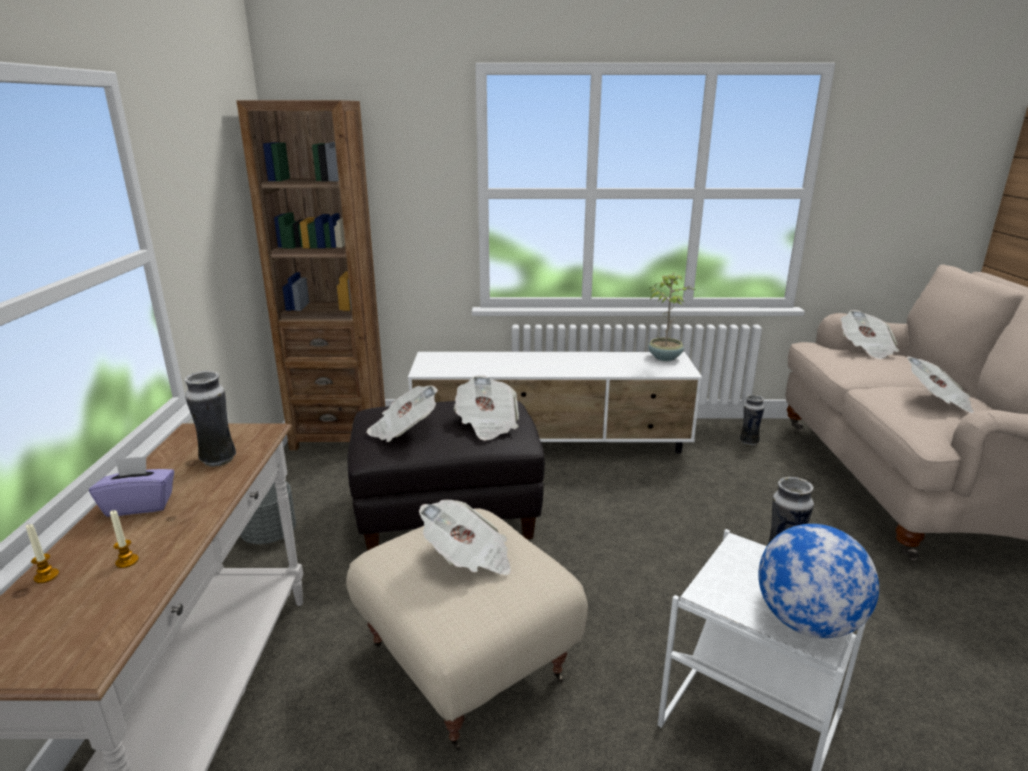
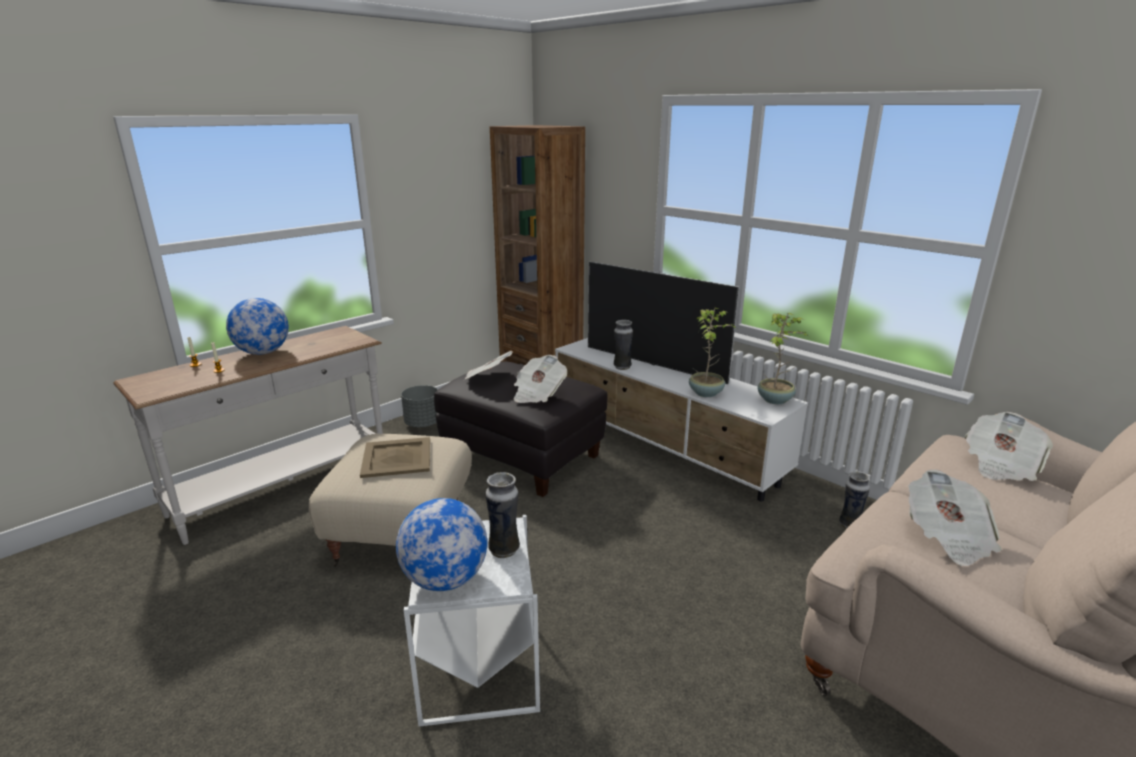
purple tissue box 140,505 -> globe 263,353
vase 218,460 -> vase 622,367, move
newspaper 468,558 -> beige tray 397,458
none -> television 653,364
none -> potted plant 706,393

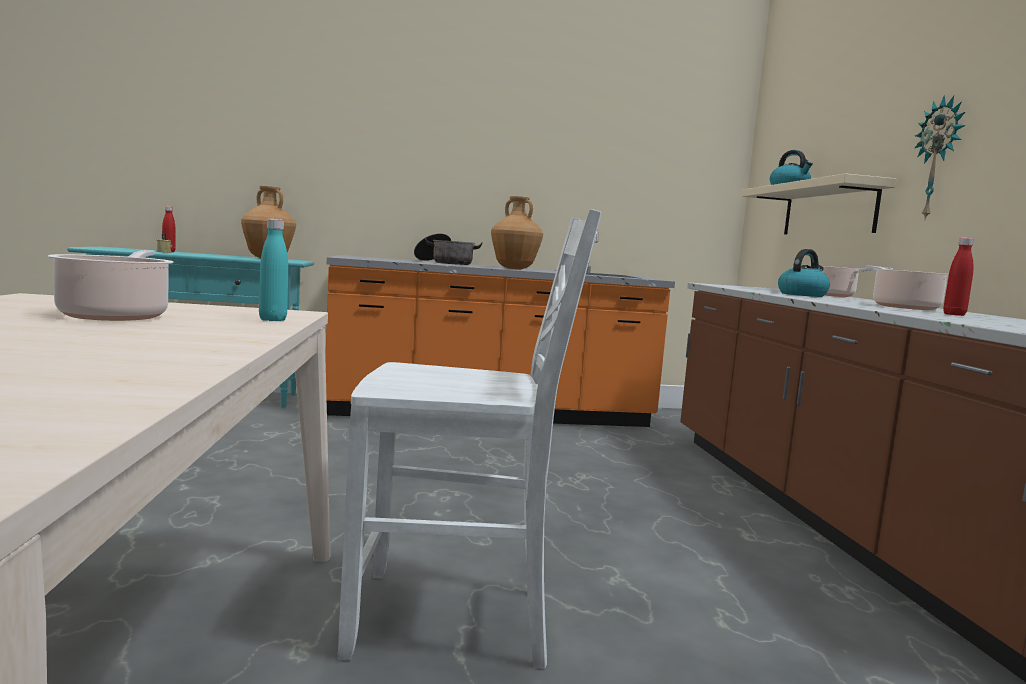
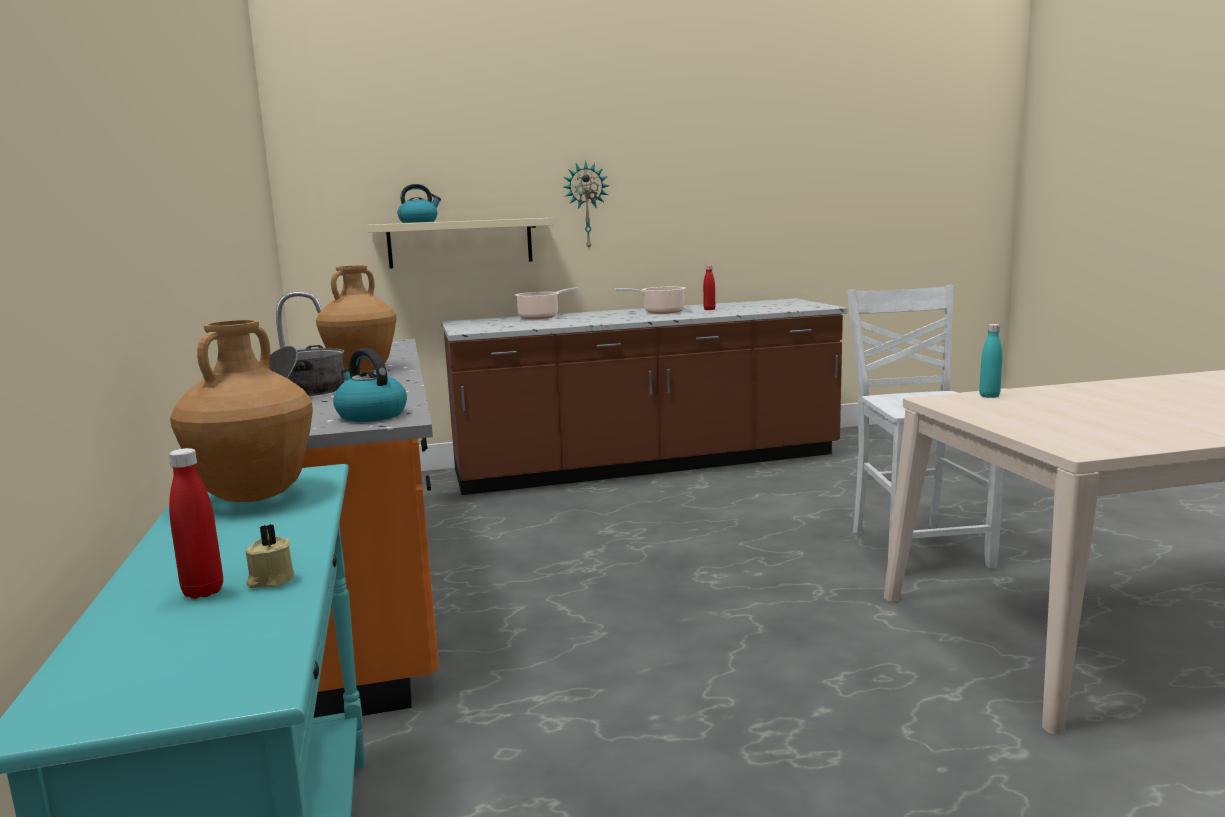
cooking pot 116,315 -> none
kettle 802,295 -> kettle 370,415, move

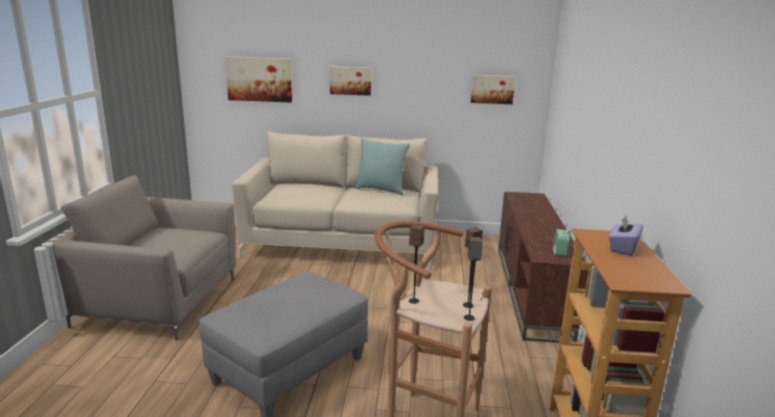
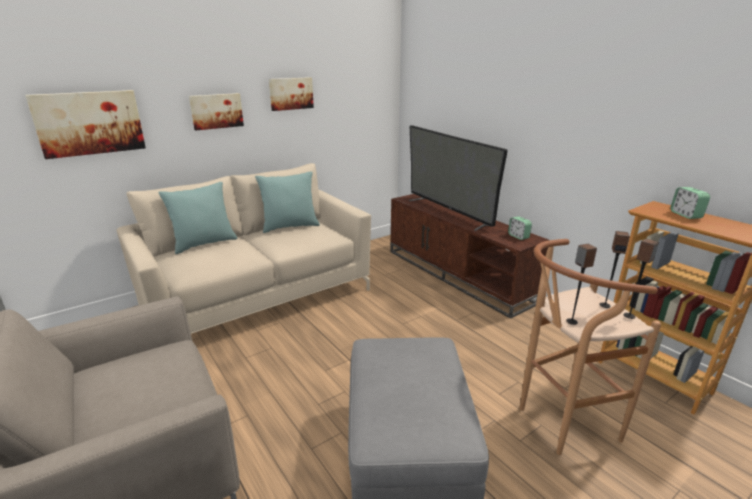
picture 492,89 -> picture 291,93, move
purple tissue box 622,248 -> alarm clock 685,215
none -> turquoise pillow 204,244
none -> television 448,212

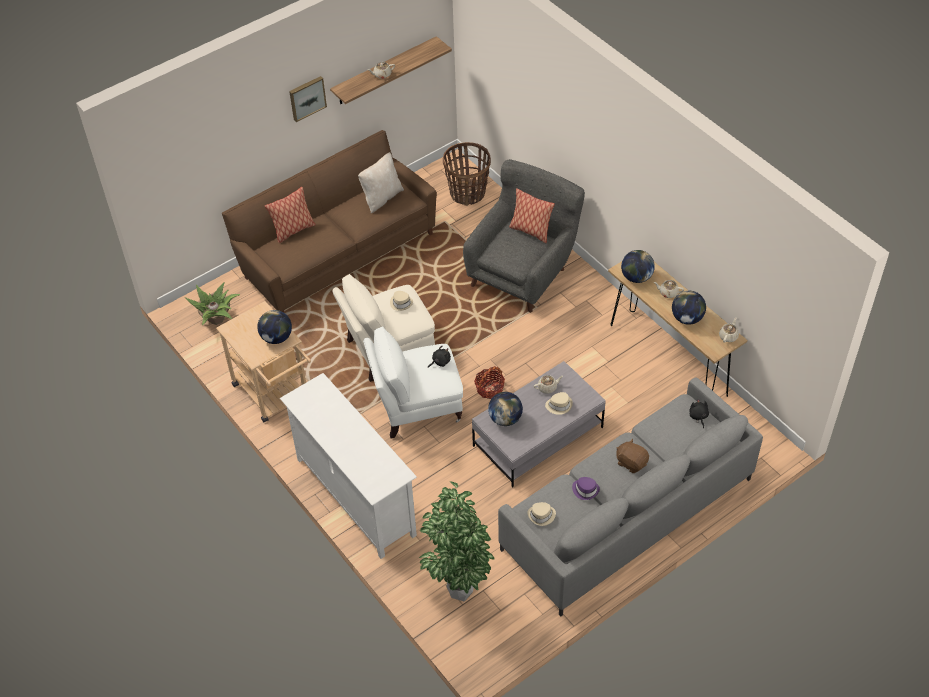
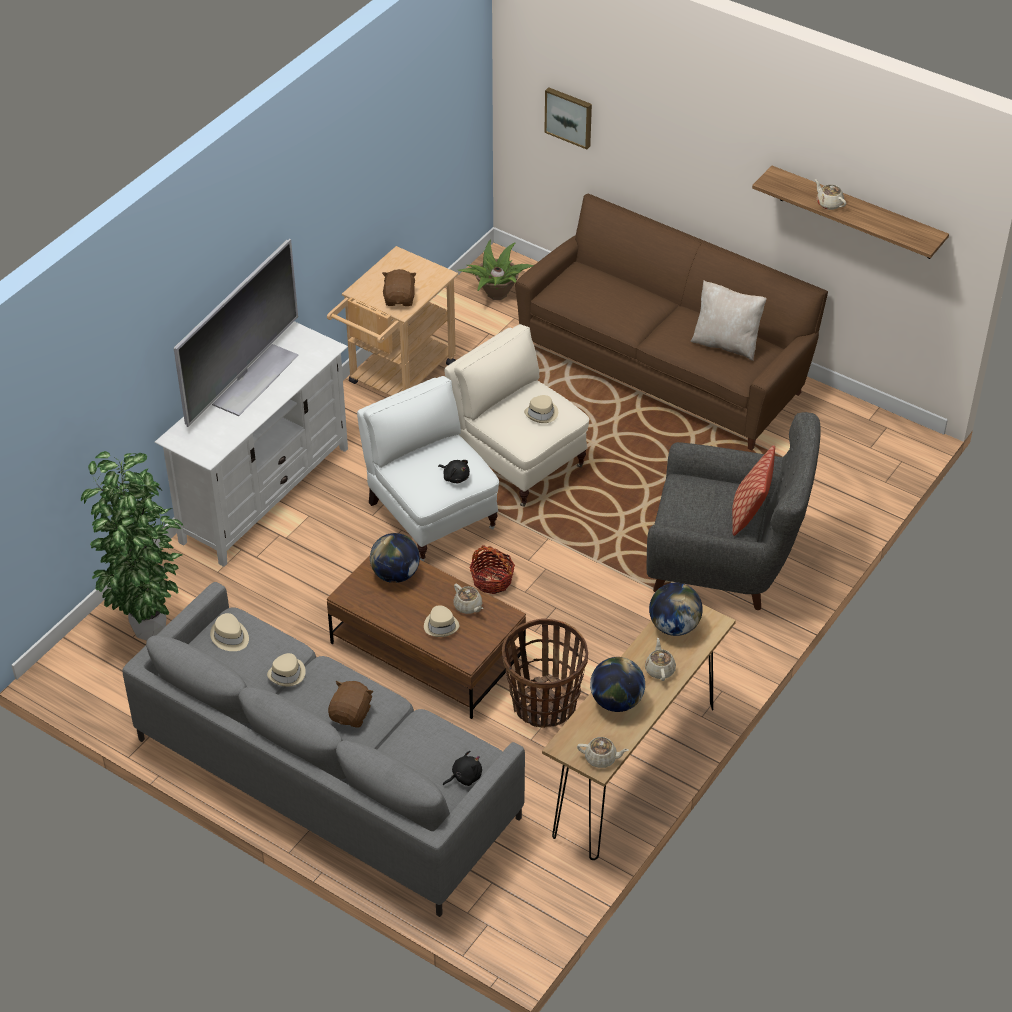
globe 276,338 -> brown plush toy 400,299
pillow 293,230 -> none
picture 307,98 -> picture 569,117, move
basket 467,193 -> basket 544,704, move
grey coffee table 538,437 -> brown coffee table 427,651
purple hat 585,490 -> beige hat 287,674
none -> television 253,379

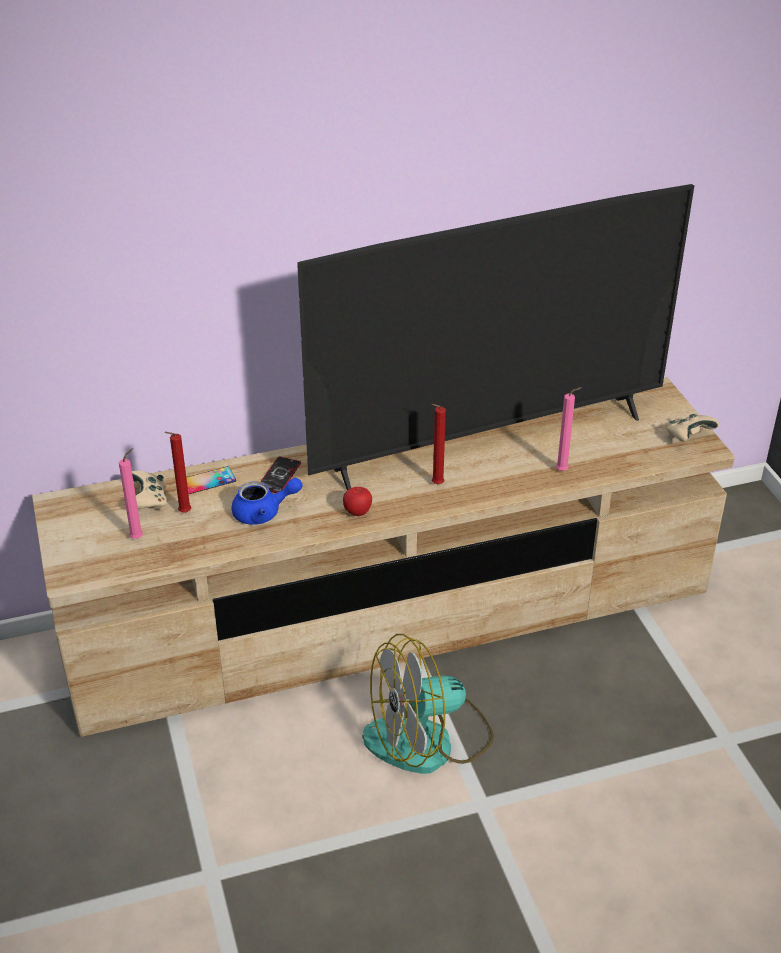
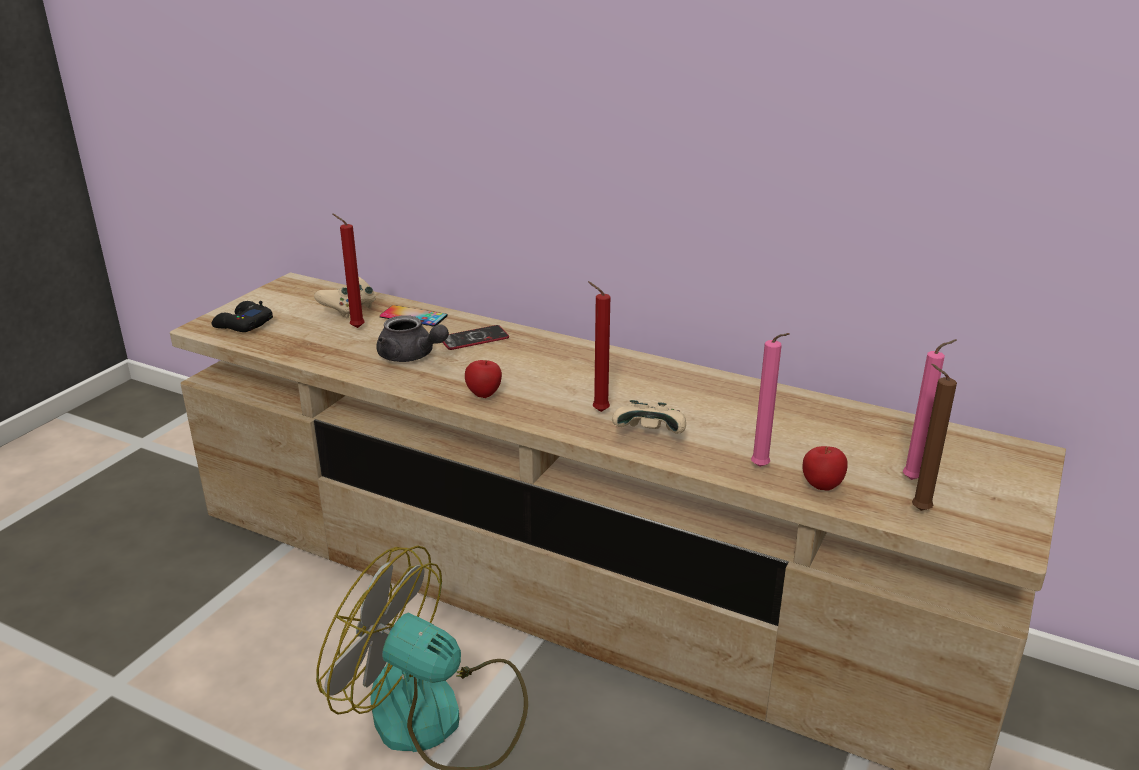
pink candle 139,537 -> pink candle 915,480, move
blue teapot 264,513 -> grey teapot 411,356
television 489,443 -> none
beige game controller 688,437 -> beige game controller 650,434, move
none -> black game controller 243,324
none -> apple 821,486
none -> brown candle 917,510

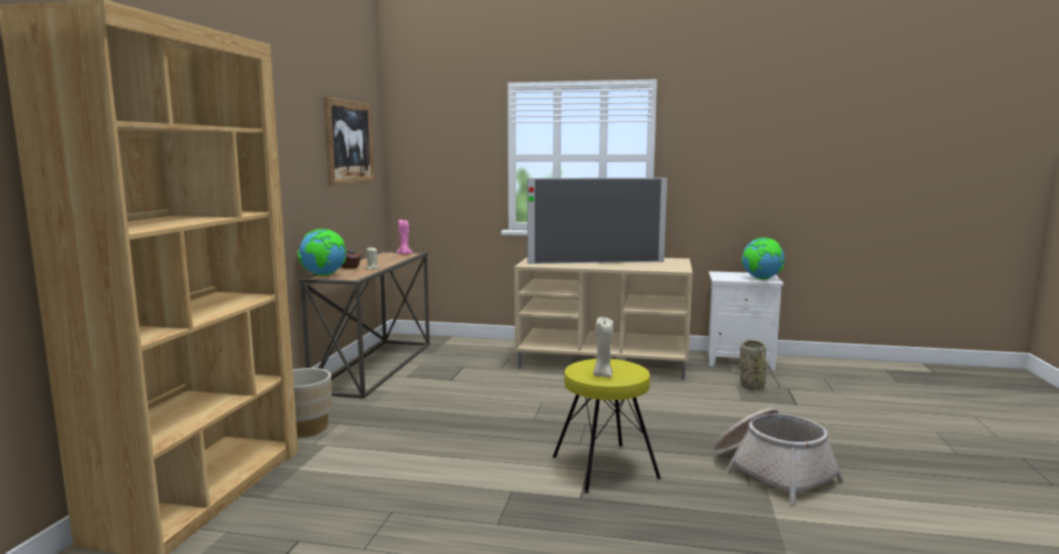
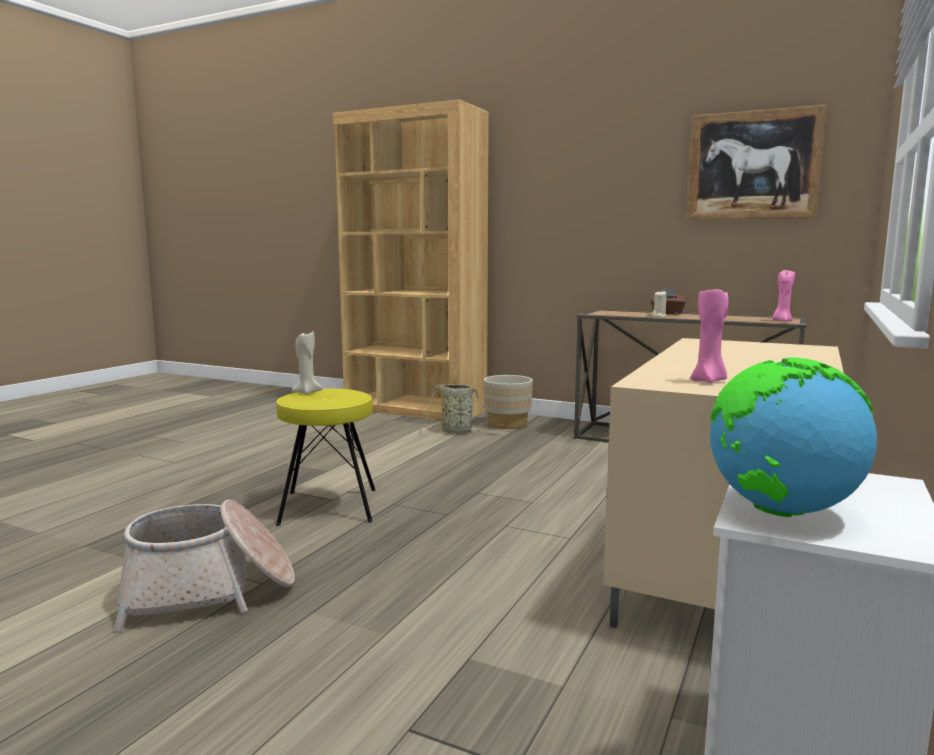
globe 324,275 -> none
television 596,262 -> none
basket 751,386 -> basket 459,432, move
none -> pink candle 709,381

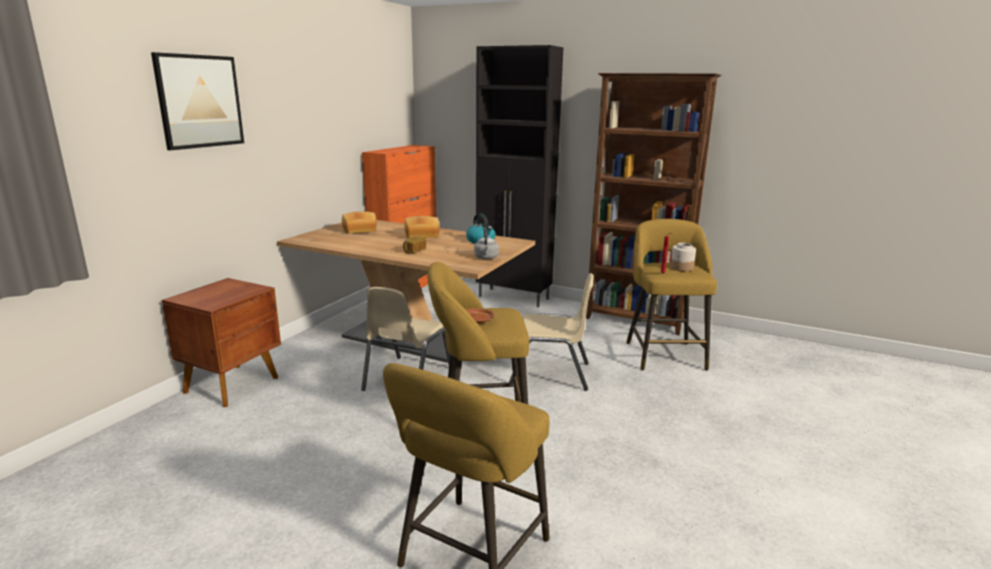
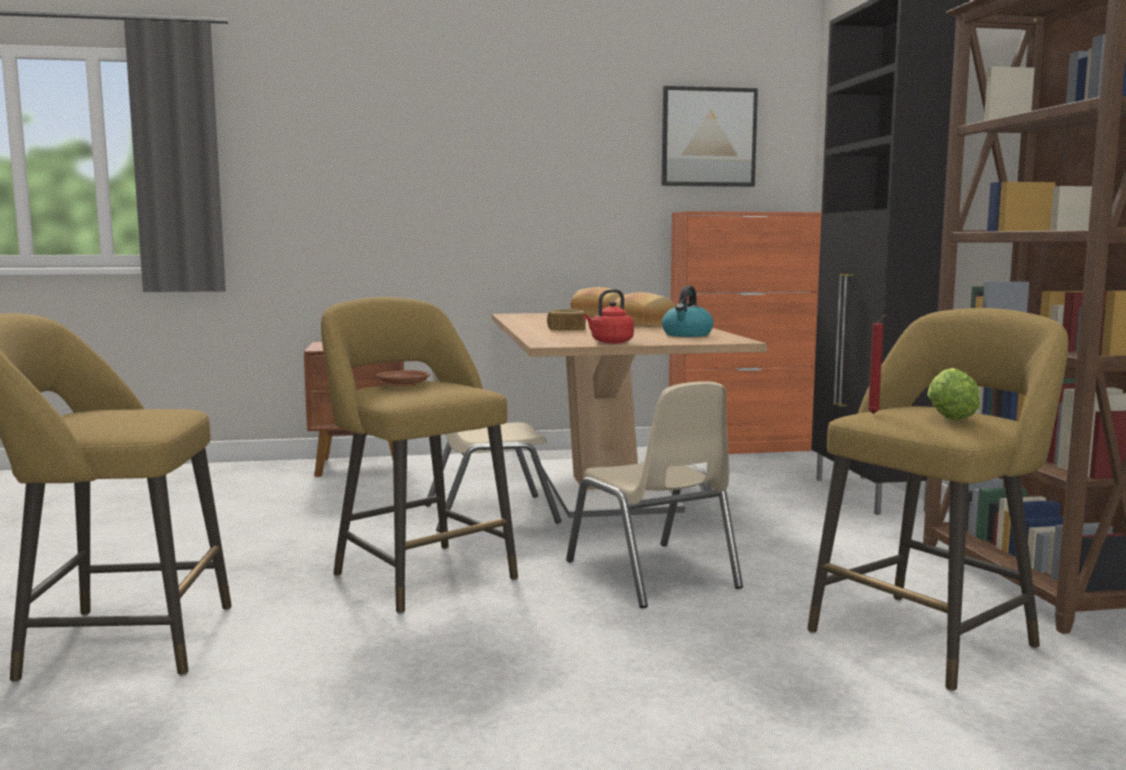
picture 200,101 -> picture 708,137, move
grey kettle 486,258 -> red kettle 610,342
jar 681,268 -> lettuce 948,416

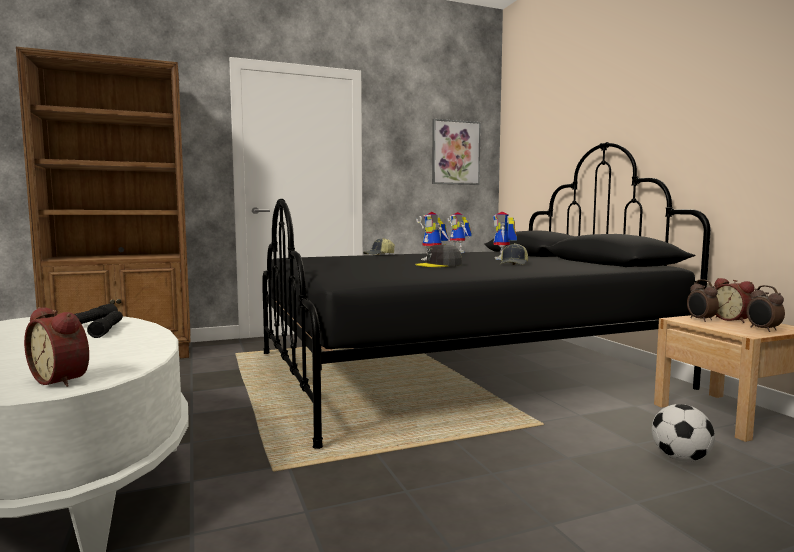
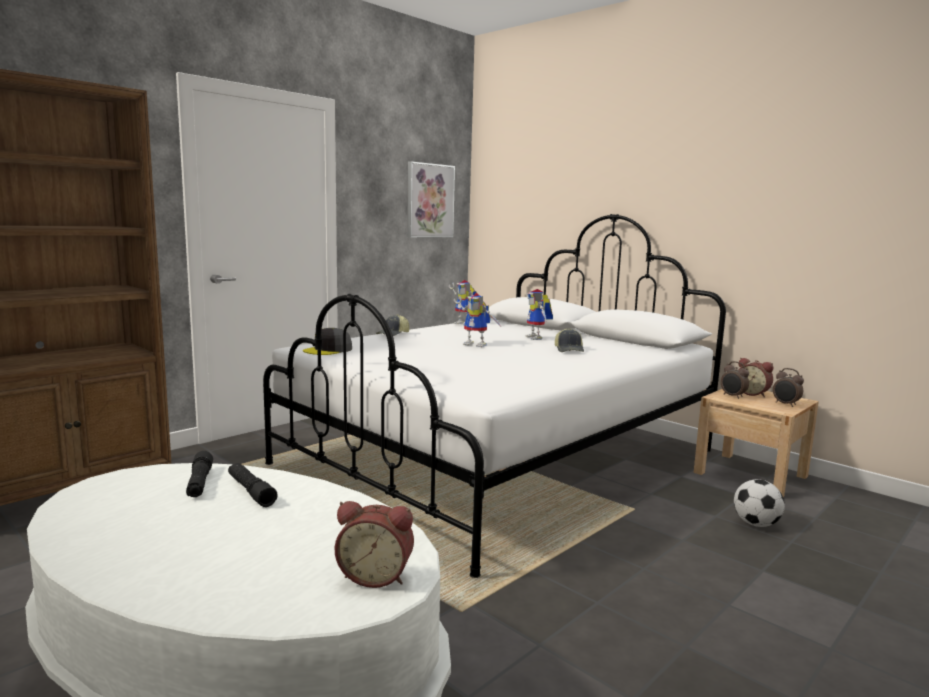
black bed 458,370 -> white bed 501,458
grey cap 439,265 -> grey cap 328,350, move

